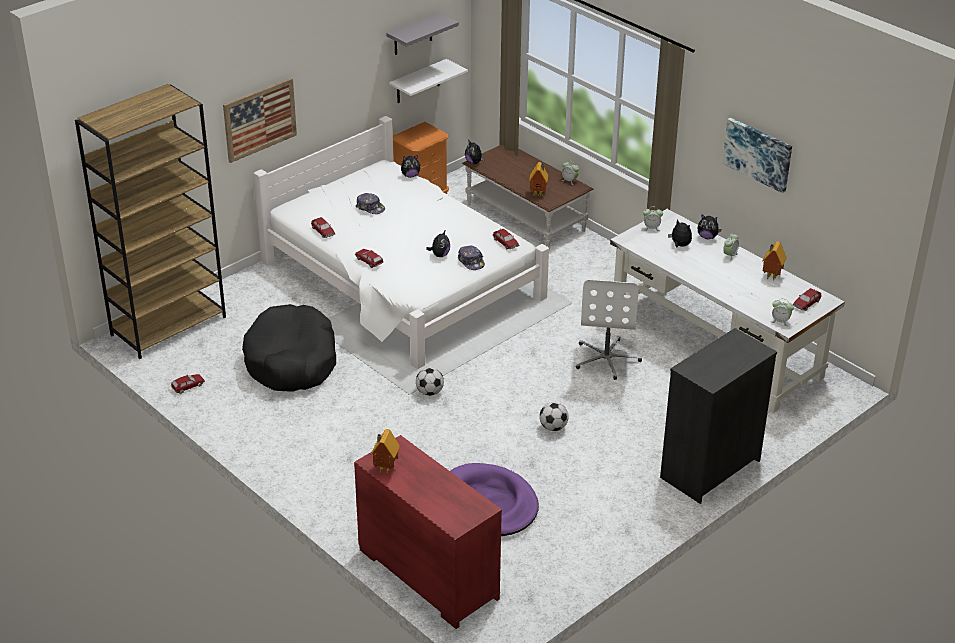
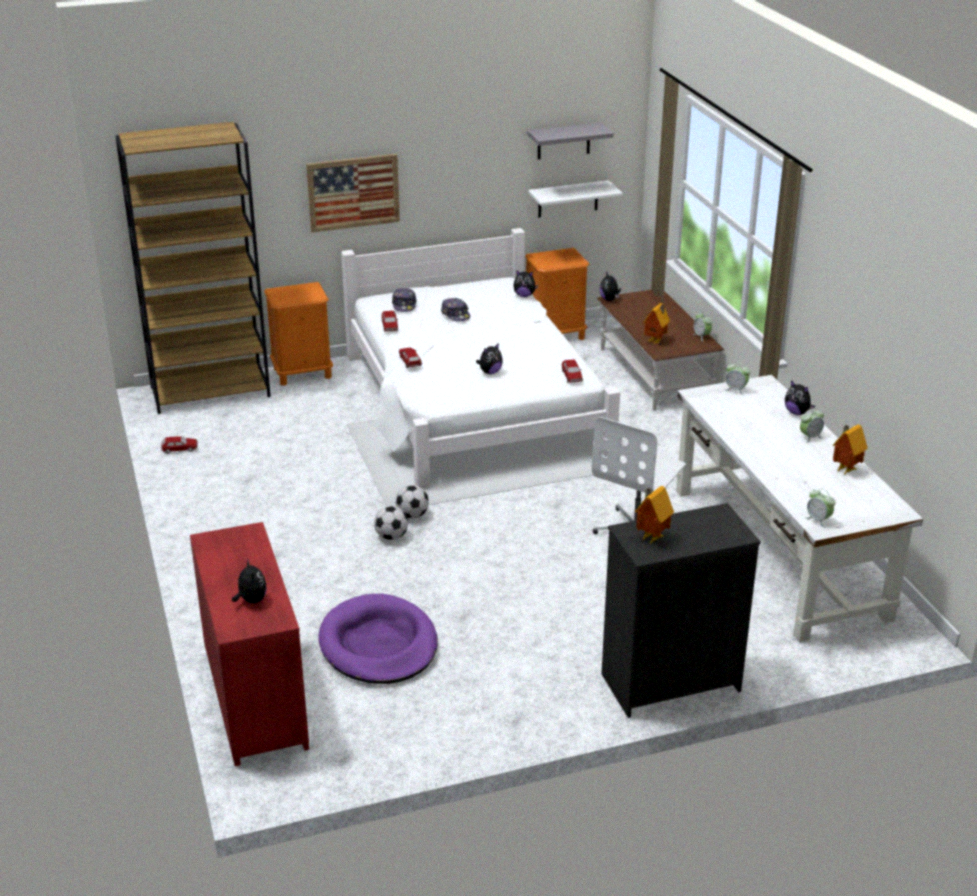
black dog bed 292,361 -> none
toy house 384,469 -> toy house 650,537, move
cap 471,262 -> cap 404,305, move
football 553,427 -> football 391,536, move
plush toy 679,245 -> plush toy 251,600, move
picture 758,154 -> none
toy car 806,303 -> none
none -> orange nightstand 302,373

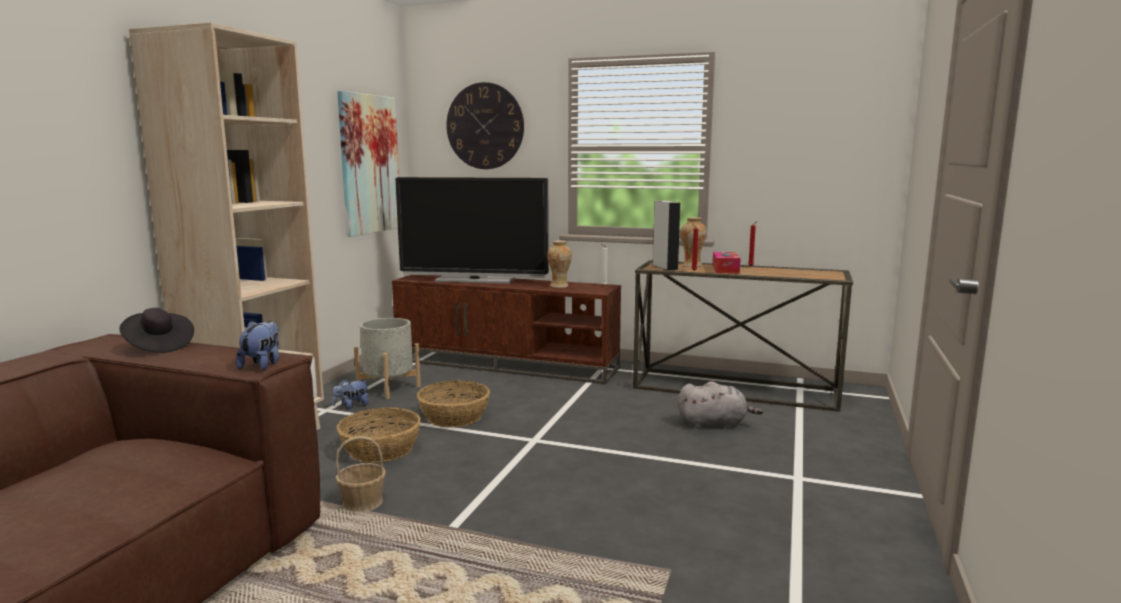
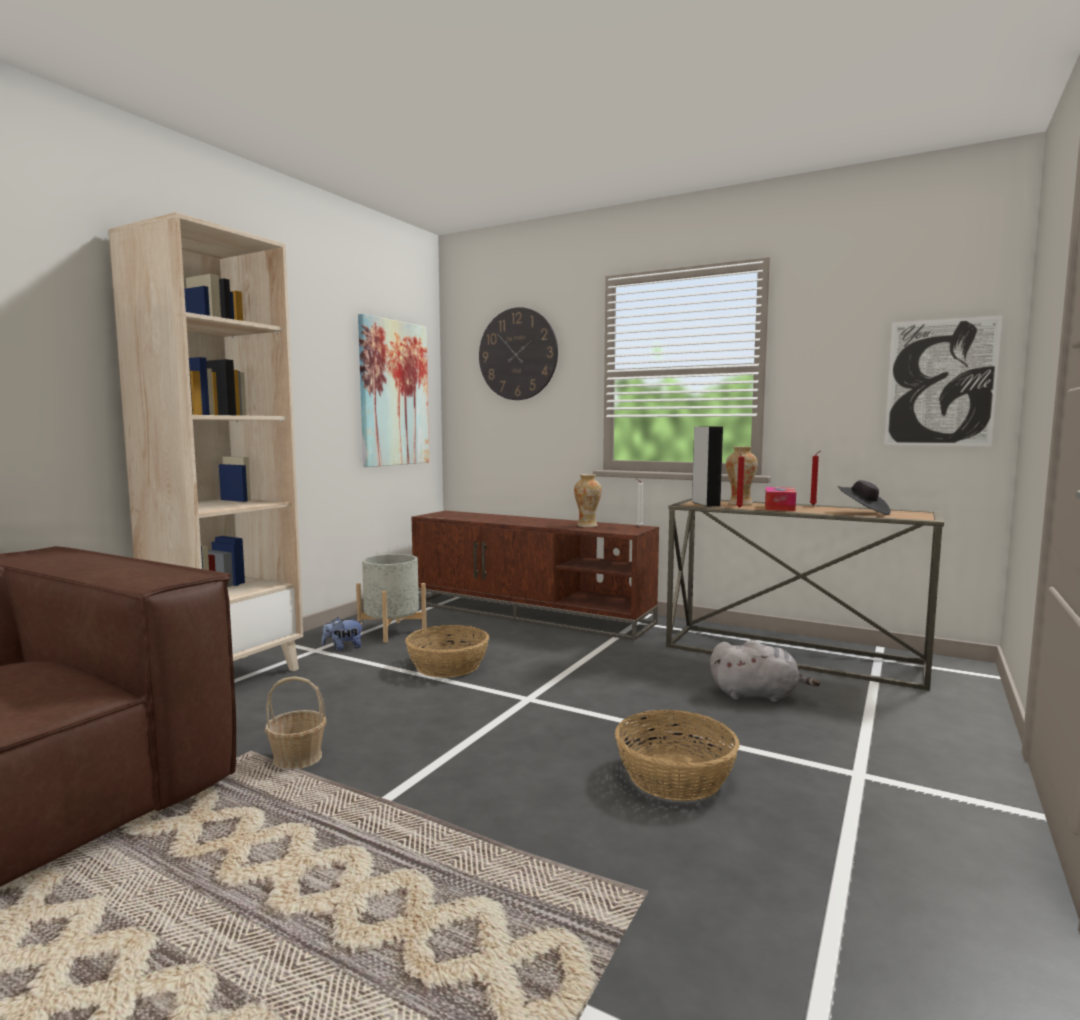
black hat 158,346 -> black hat 863,512, move
plush toy 262,365 -> none
basket 381,449 -> basket 676,776, move
television 474,280 -> none
none -> picture 940,383

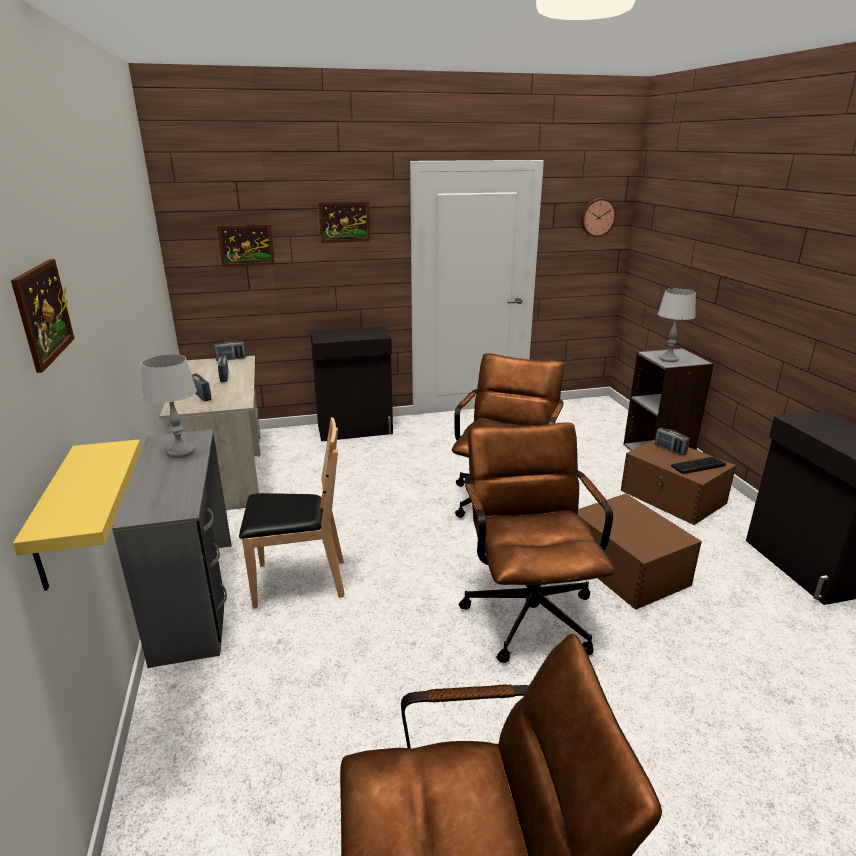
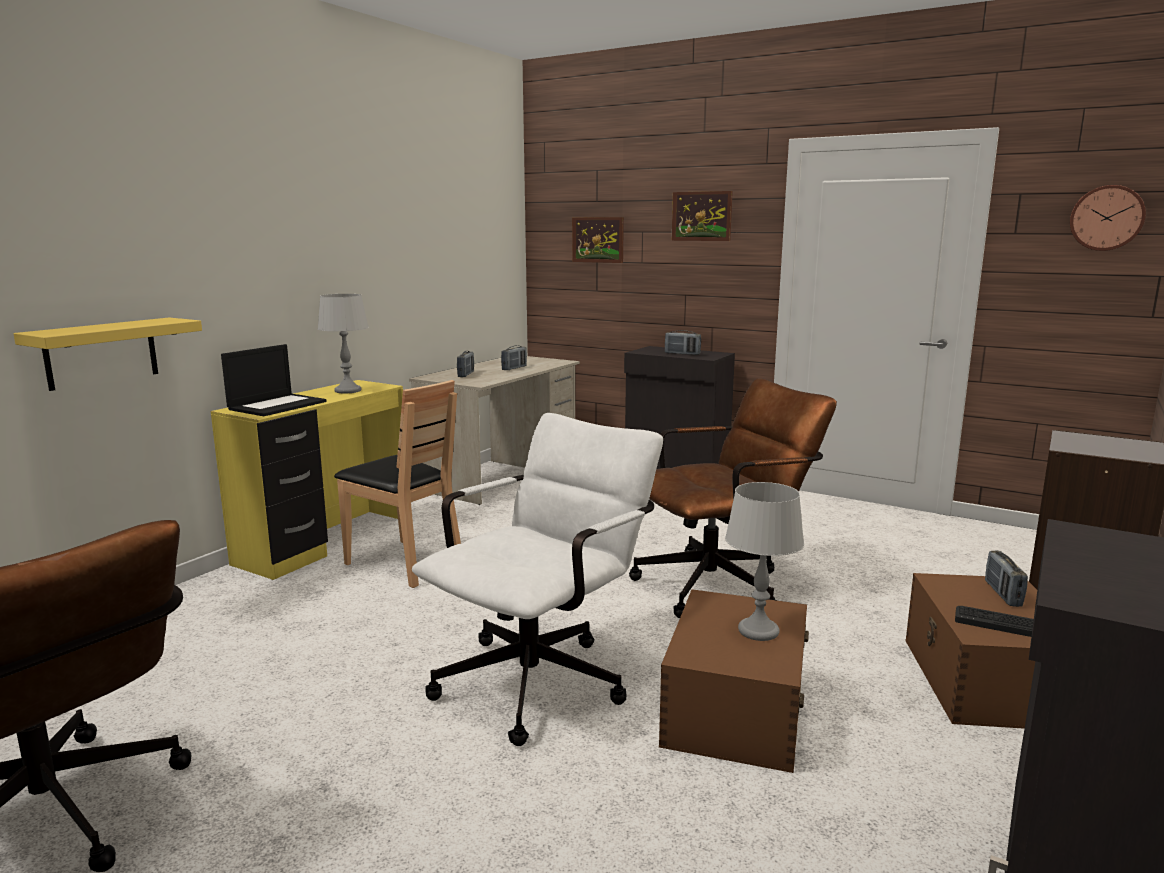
picture 43,313 -> none
grey desk 197,598 -> yellow desk 327,542
radio 231,359 -> radio 682,354, move
brown office chair 527,608 -> white office chair 543,677
grey table lamp 669,359 -> grey table lamp 758,631, move
none -> laptop 277,405

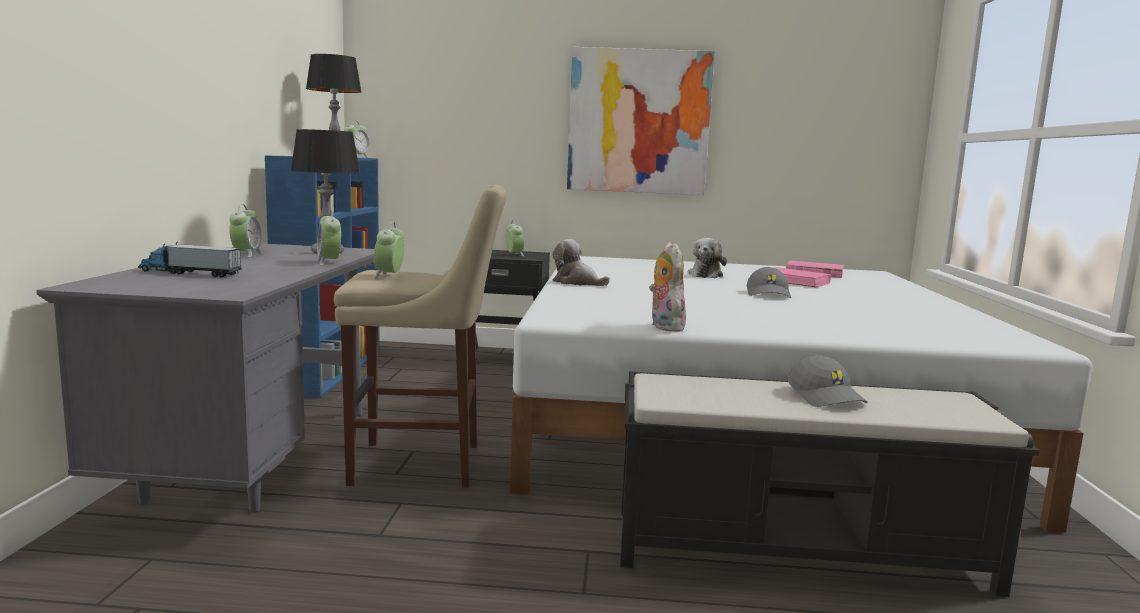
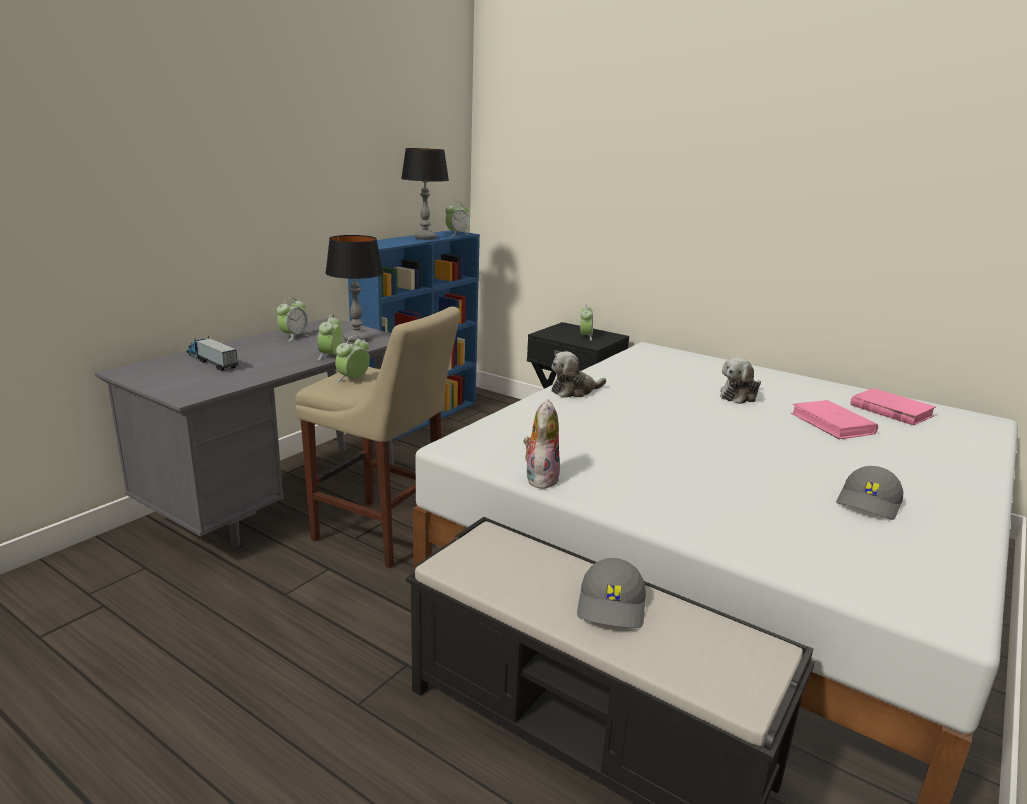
plush toy 577,282 -> plush toy 574,391, 90 degrees counterclockwise
picture 639,122 -> none
grey cap 769,294 -> grey cap 870,503, move

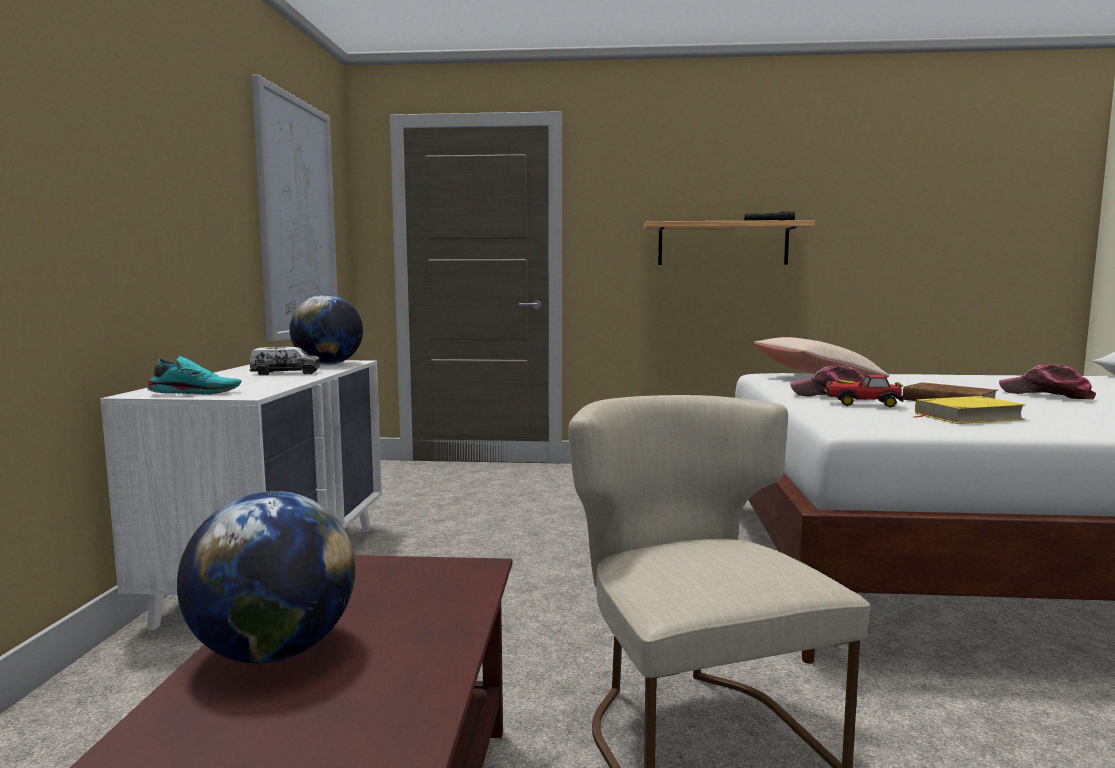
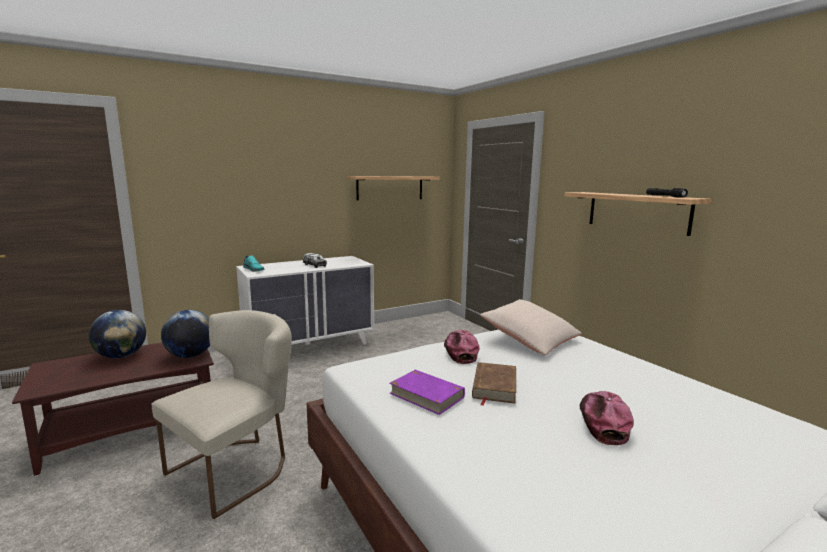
picture 297,219 -> shelf 390,188
globe 328,364 -> globe 190,356, move
toy car 861,404 -> none
yellow book 967,416 -> purple book 426,395

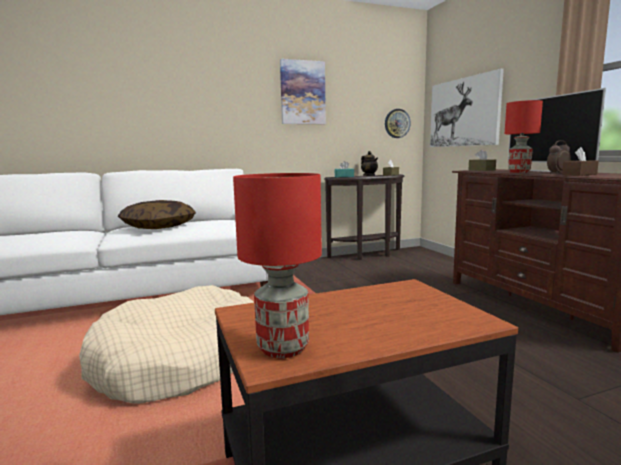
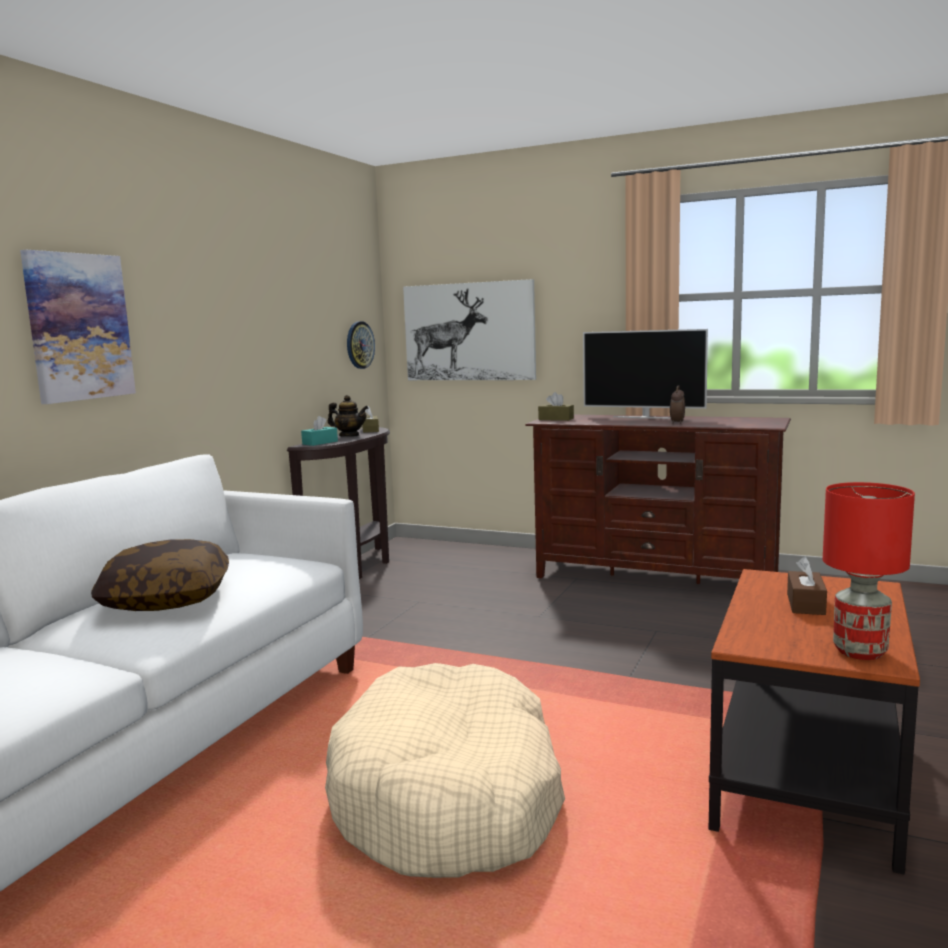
picture 302,92 -> picture 79,327, move
red table lamp 519,172 -> none
brown tissue box 579,174 -> brown tissue box 805,604, move

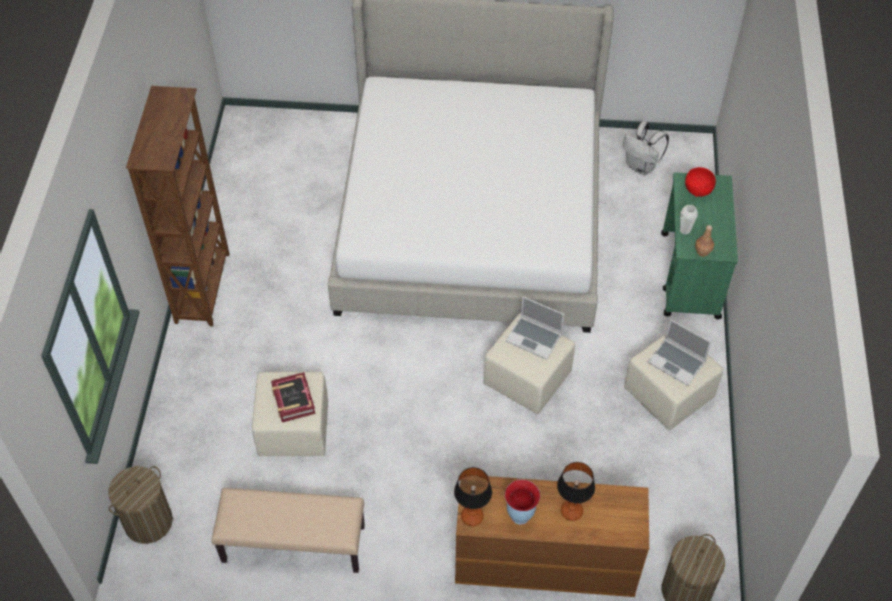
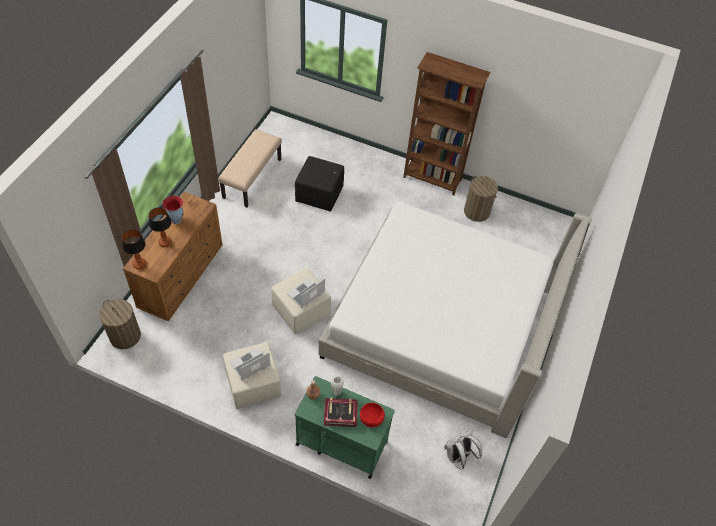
laundry basket 148,521 -> laundry basket 476,212, move
beige ottoman 293,428 -> black ottoman 320,194
book 293,400 -> book 340,413, move
table lamp 472,516 -> table lamp 139,264, move

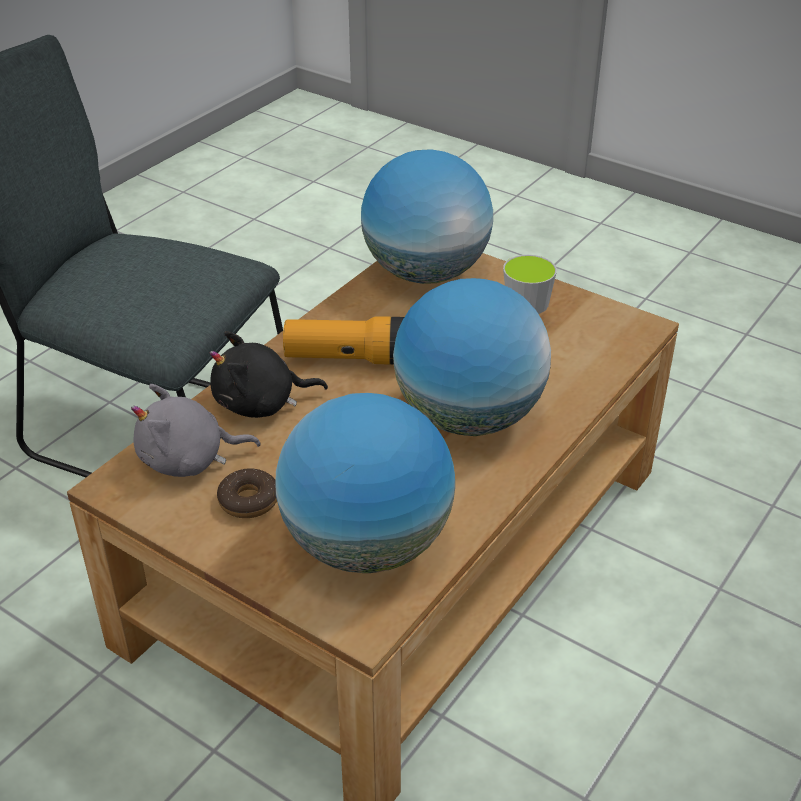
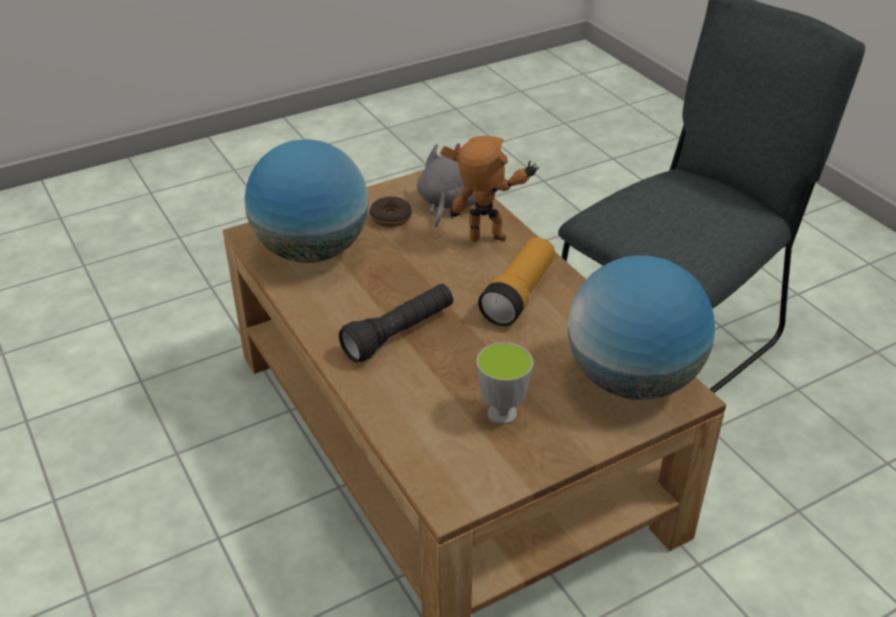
black plush toy 261,403 -> toy robot 488,243
globe 468,417 -> black flashlight 399,334

